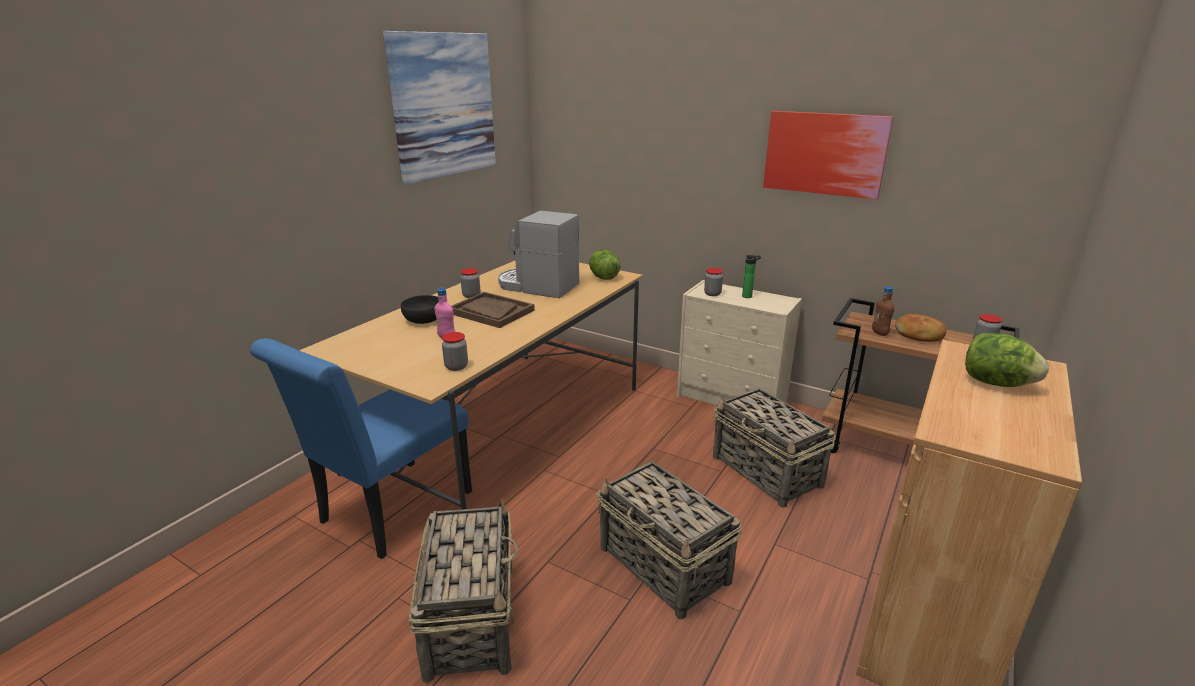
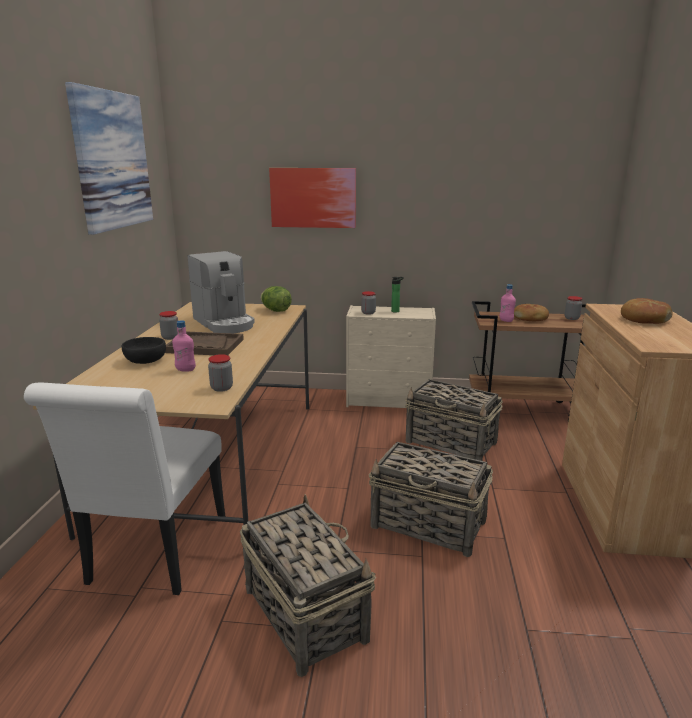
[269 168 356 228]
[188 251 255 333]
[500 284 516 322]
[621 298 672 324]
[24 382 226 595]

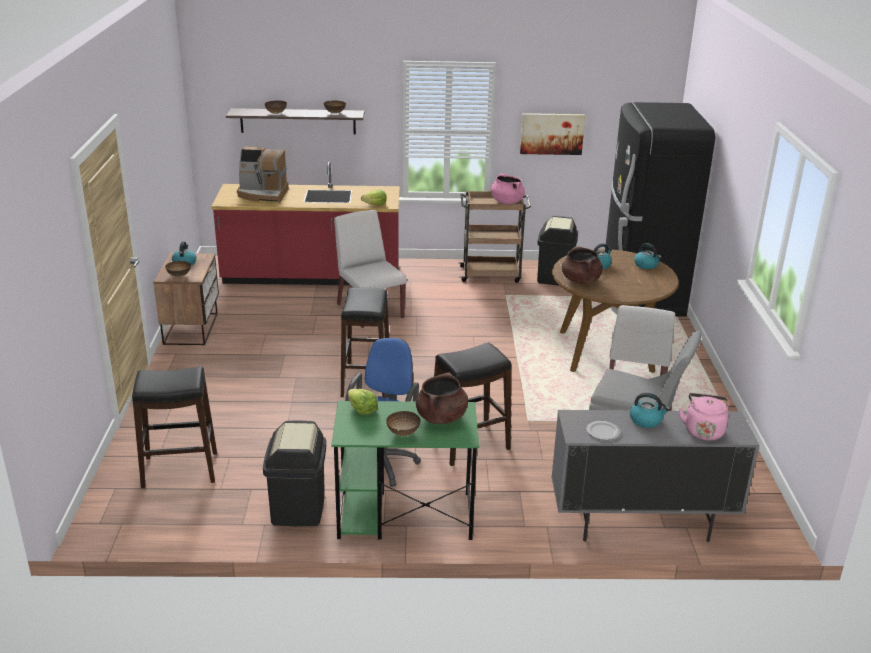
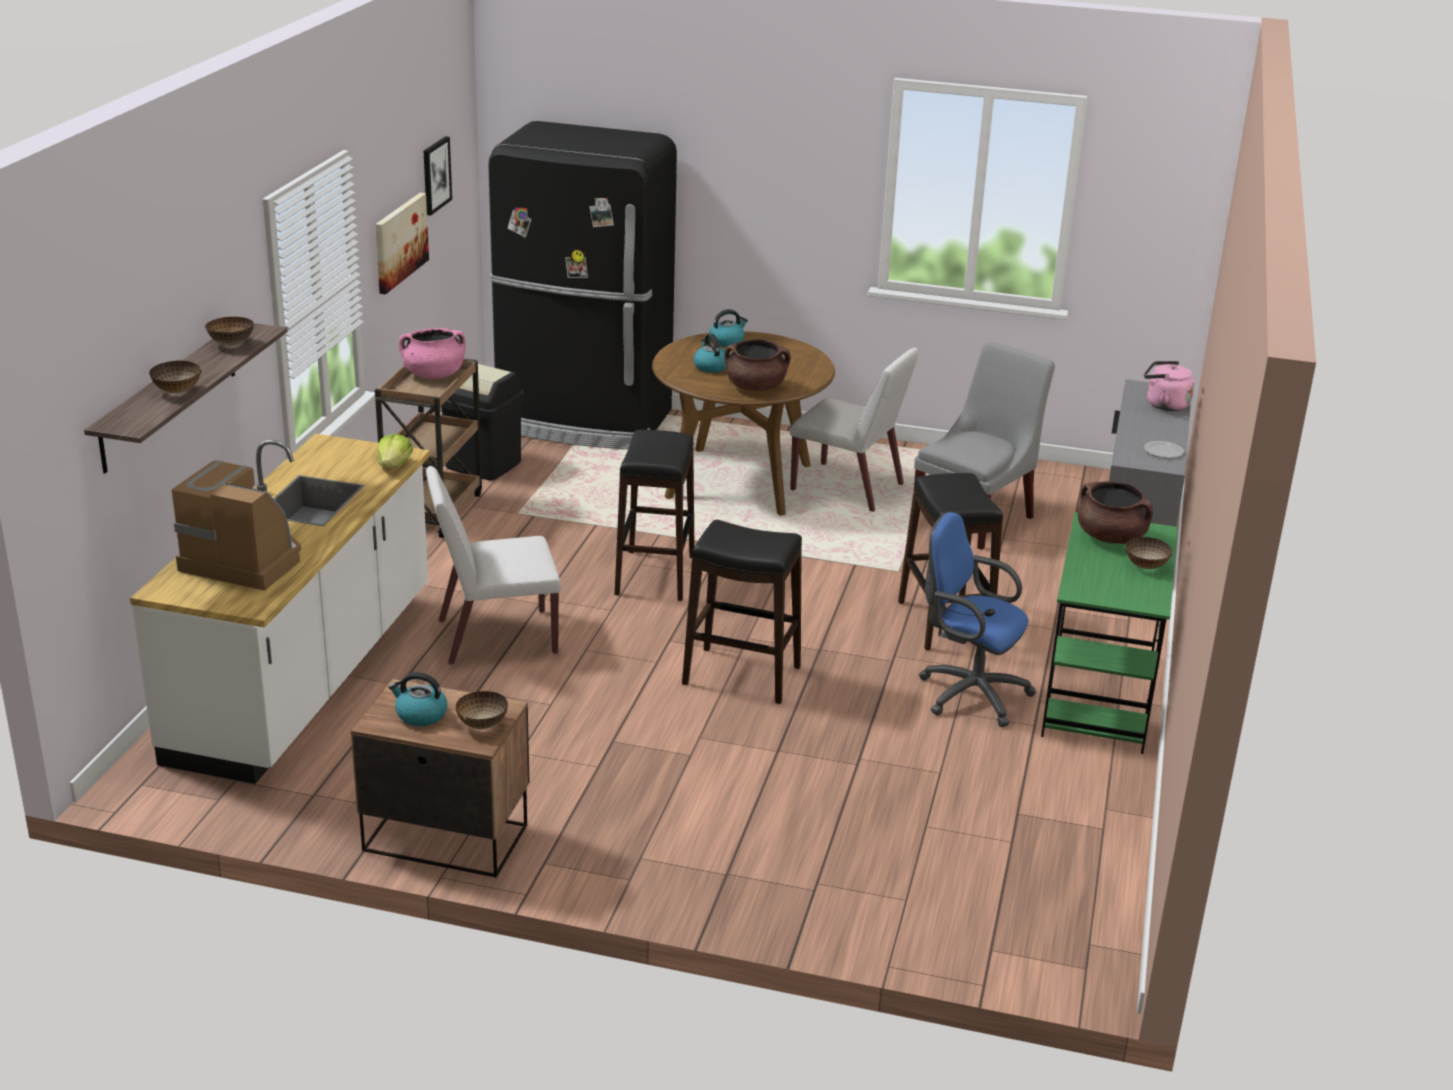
[172 460 301 591]
[130 434 430 784]
[615 430 695 601]
[348 389 378 415] (first image)
[630 393 670 428] (first image)
[263 420 326 526] (first image)
[424 136 452 215]

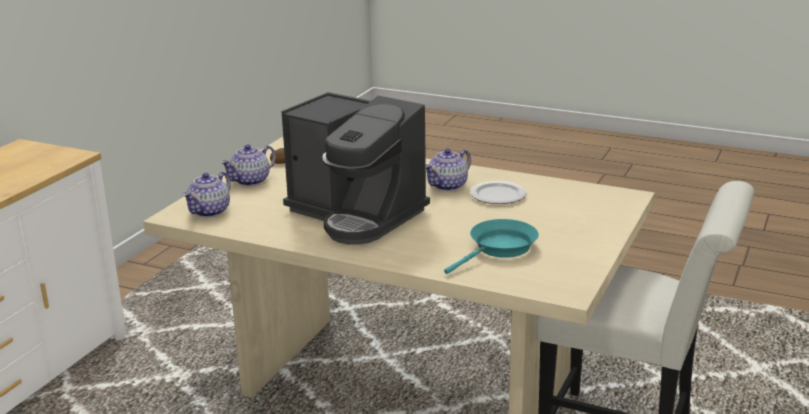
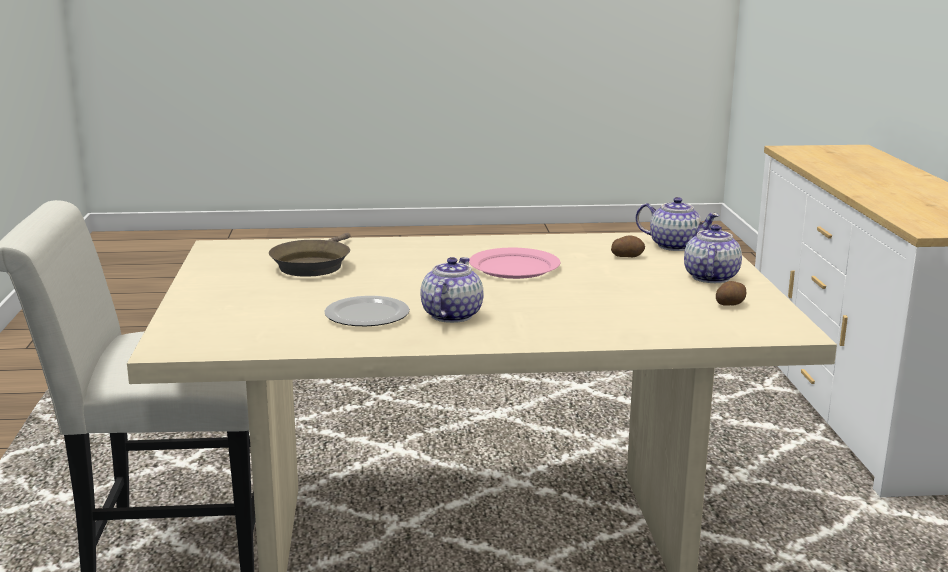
[469 248 561 279]
[636 197 720 251]
[269 233 351 277]
[611 236 645 257]

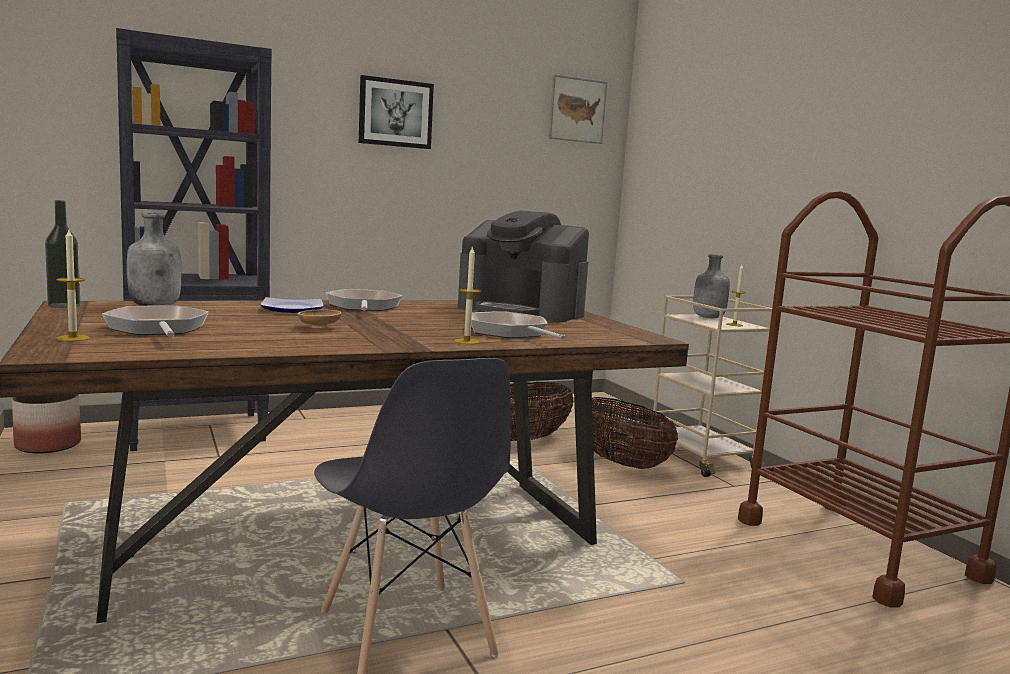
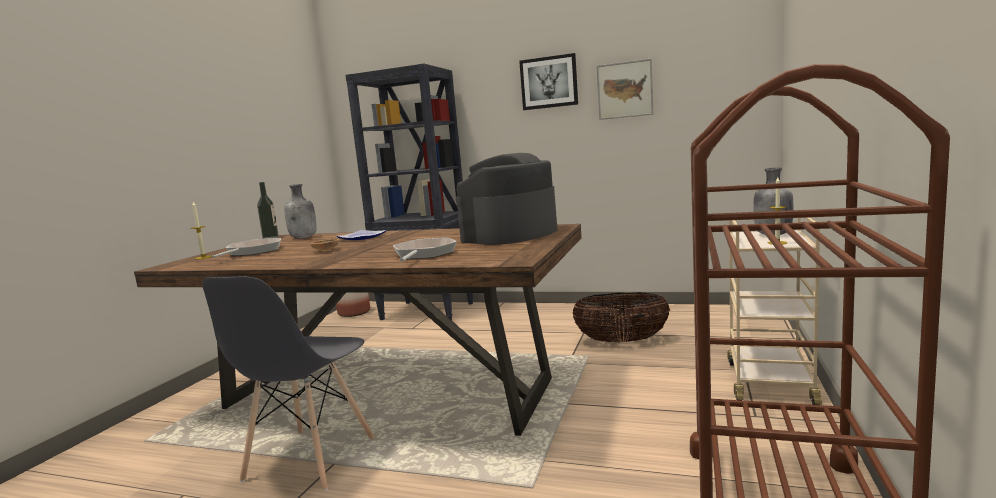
[596 59 653 120]
[456 153 558 245]
[454 246 481 344] (first image)
[326 289 403 311] (first image)
[592 397 678 469] (first image)

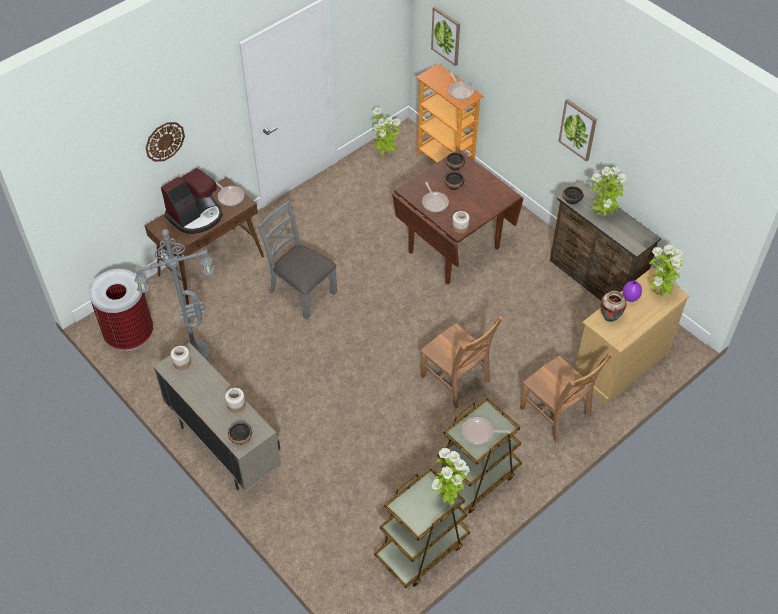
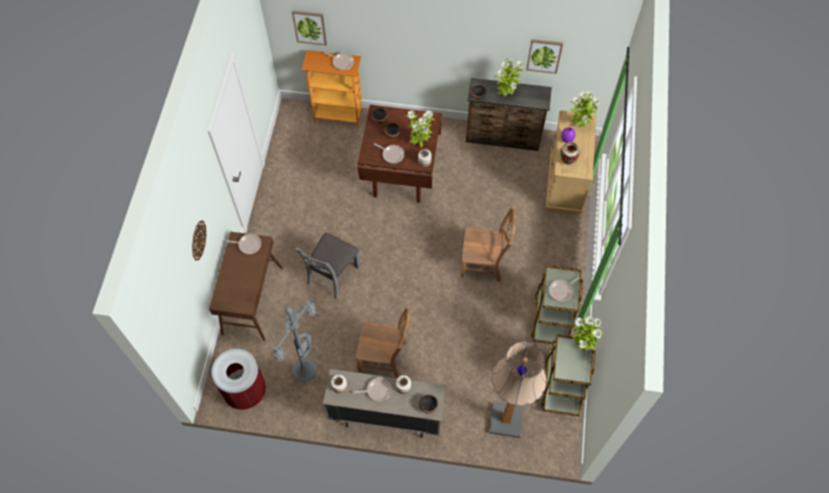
[526 39 563 74]
[405 110 435 148]
[161 168 223 234] (first image)
[295 233 360 299]
[356 306 410 378]
[489 341 546 438]
[353 377 392 402]

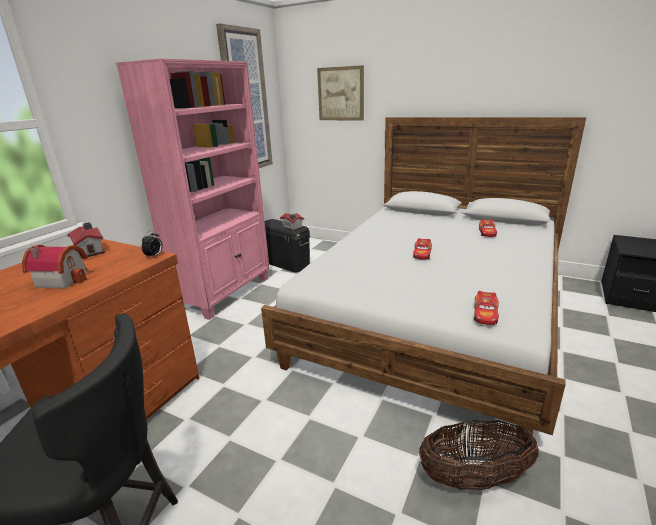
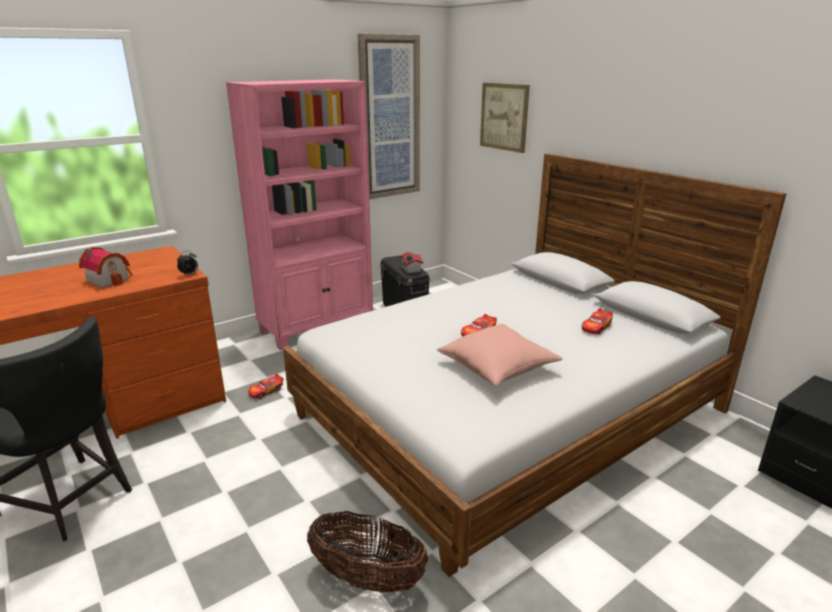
[67 222 105 257] (first image)
[248 374 284 399]
[437 324 562 387]

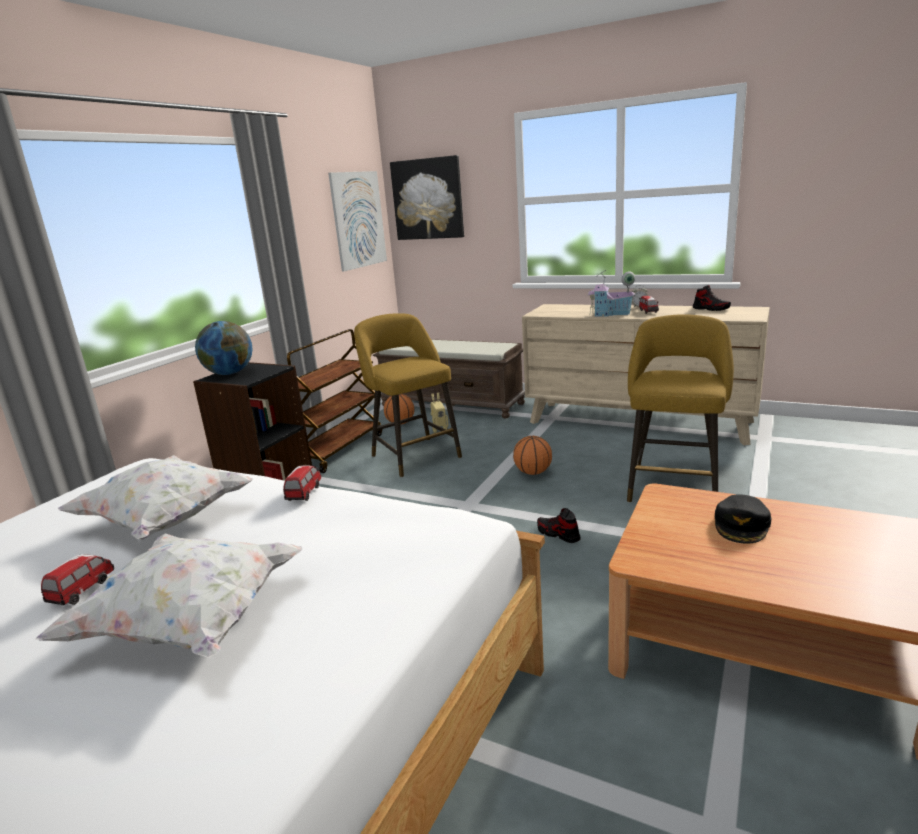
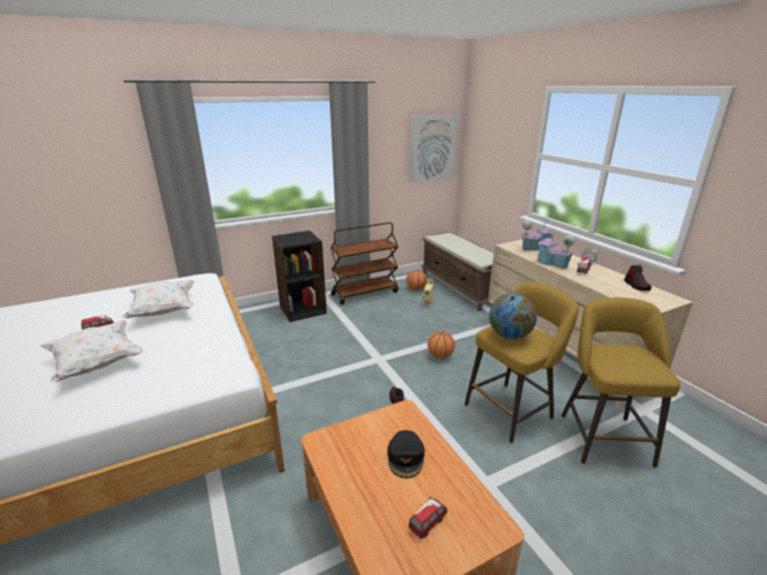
[390 155 464 240] (first image)
[561 297 681 468]
[489 293 537 339]
[408 497 448 539]
[387 430 425 478]
[520 217 555 251]

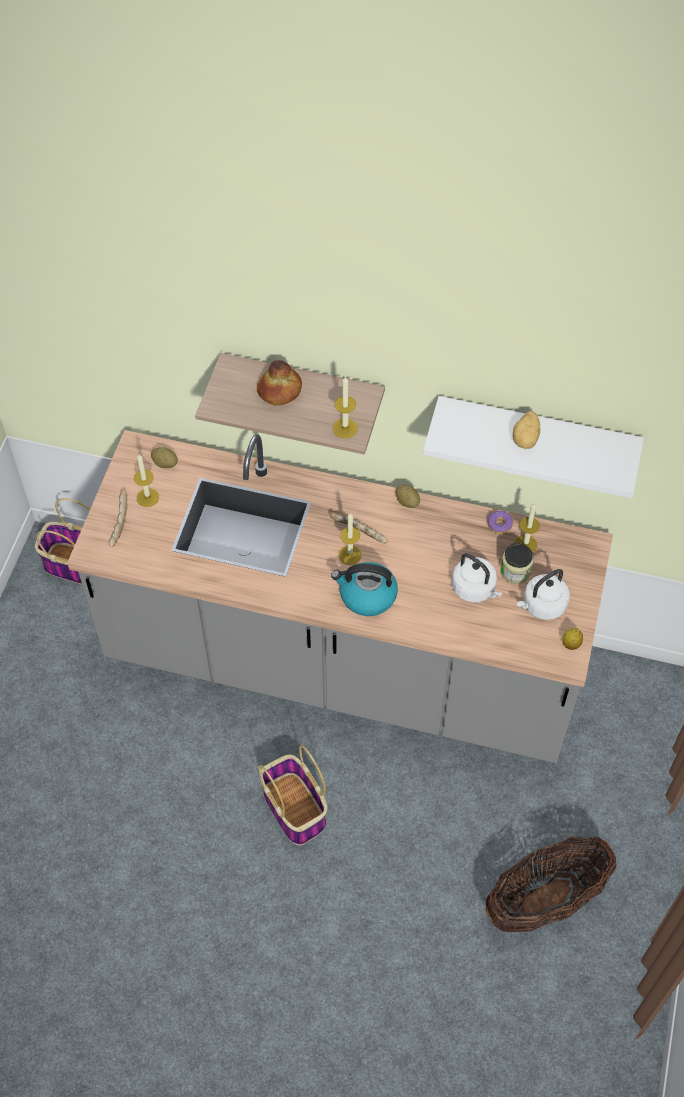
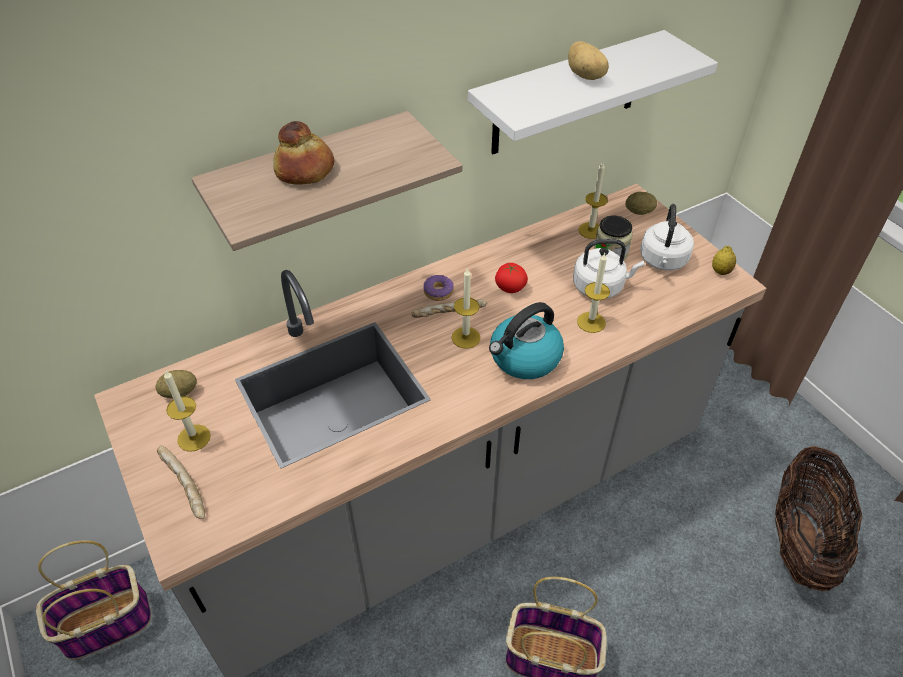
[577 252 610 333]
[625 192 657 215]
[423 275 453 301]
[495 263 528 293]

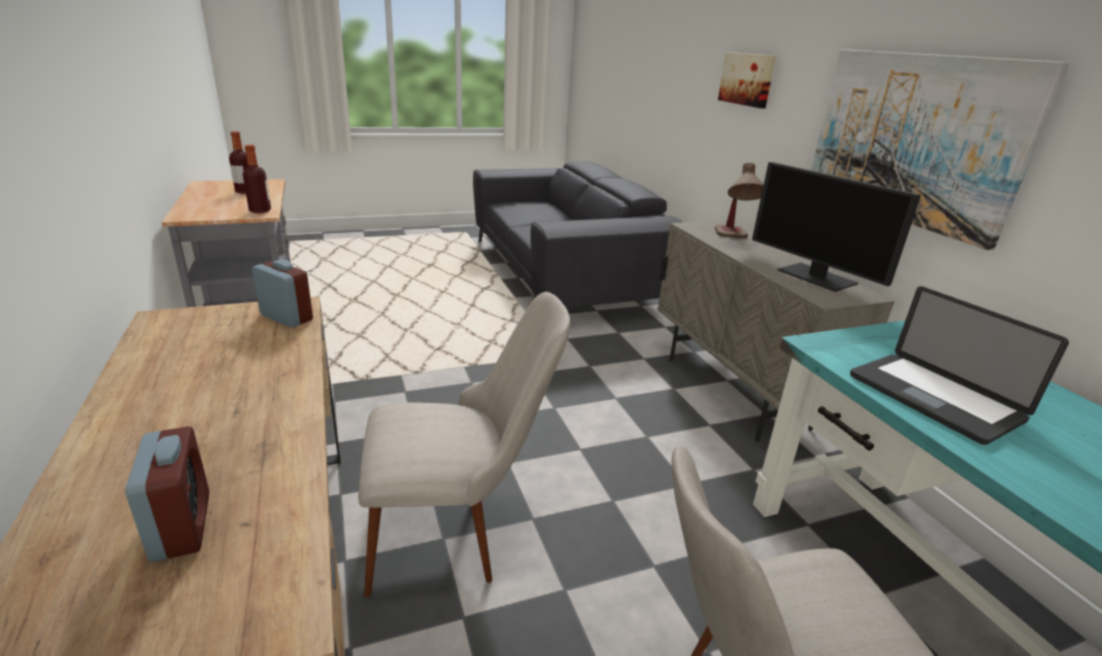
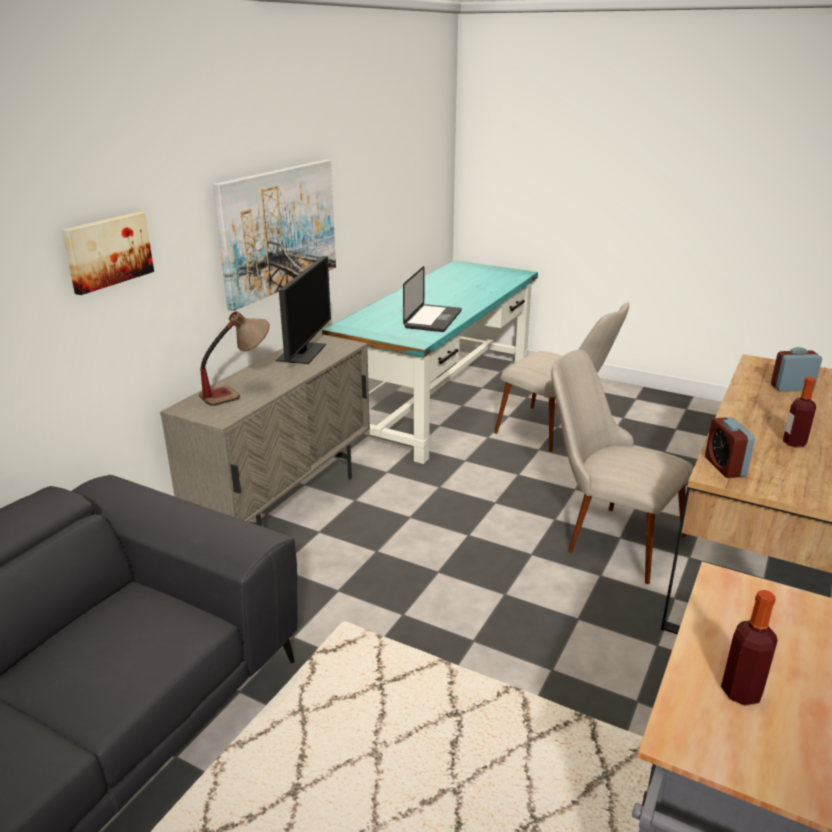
[783 377 816 447]
[771 347 822 392]

